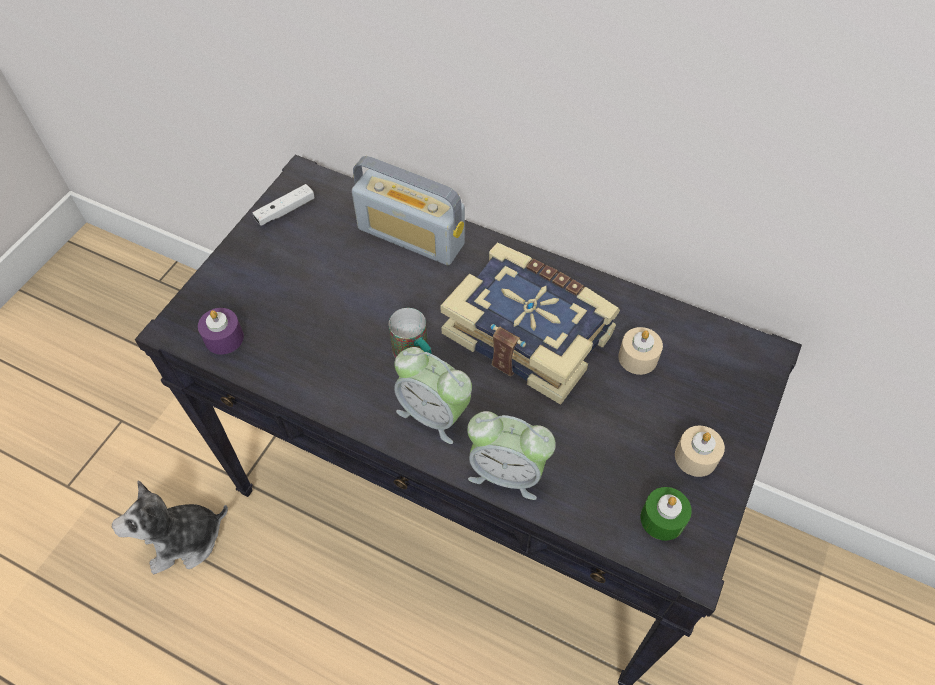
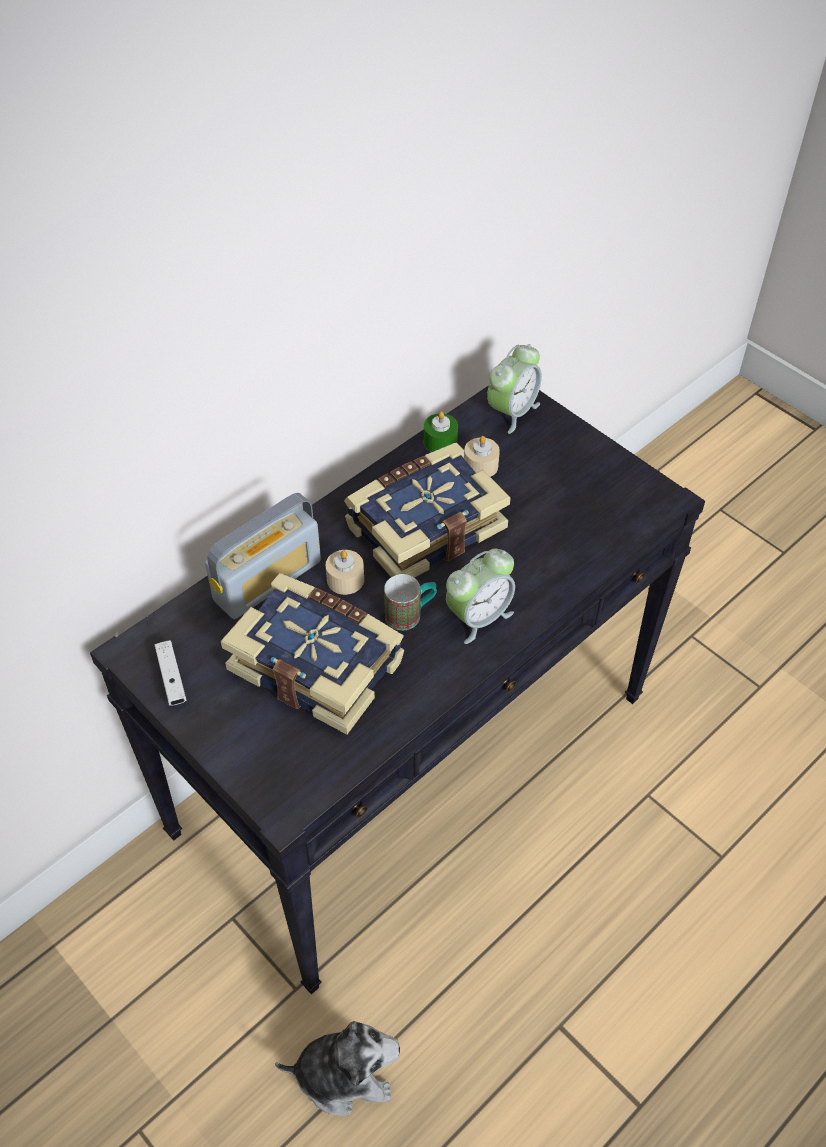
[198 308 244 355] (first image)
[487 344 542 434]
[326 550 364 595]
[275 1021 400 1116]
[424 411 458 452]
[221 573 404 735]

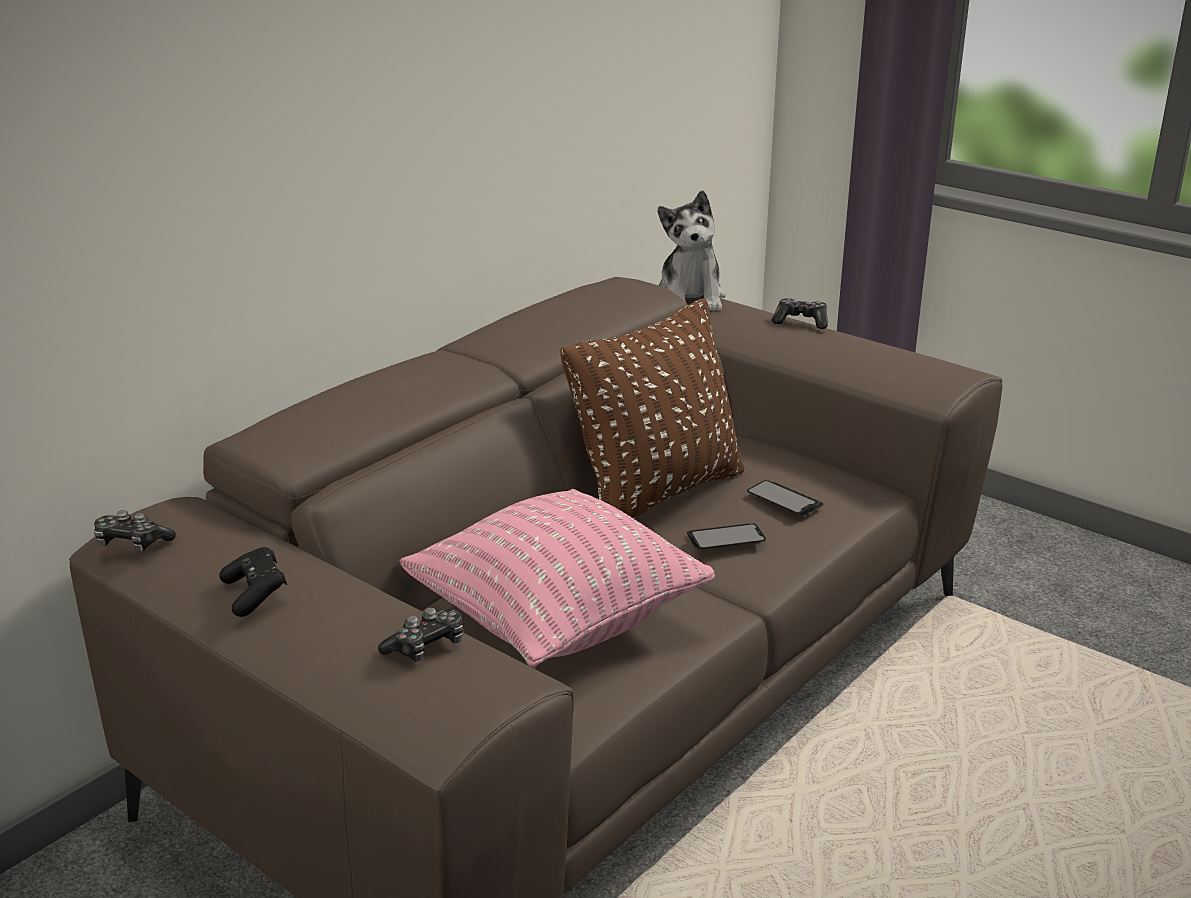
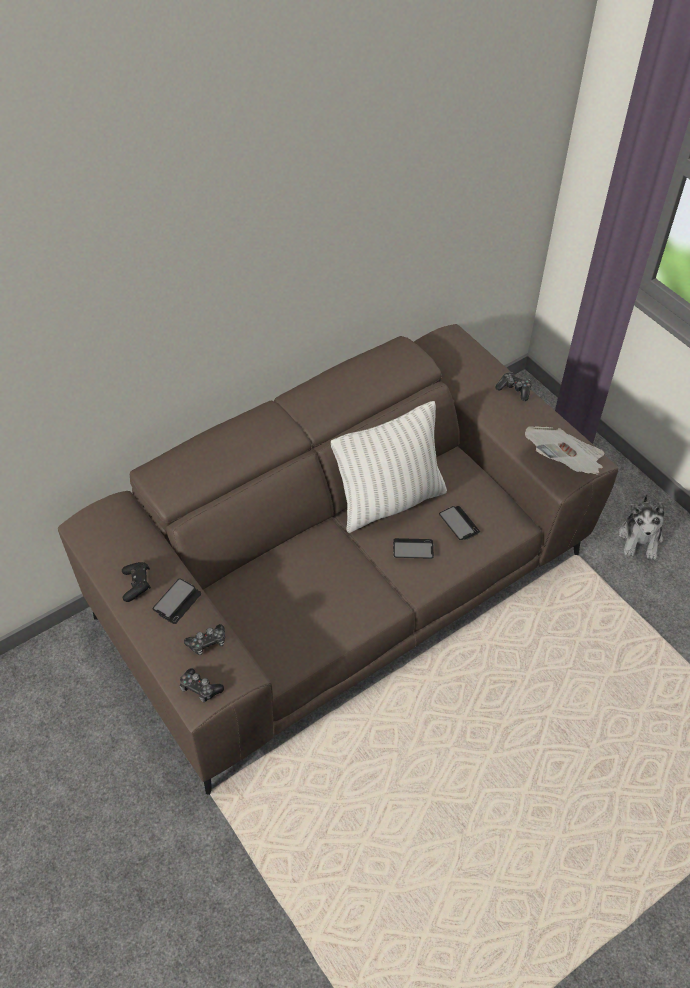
[619 494 664 560]
[331 401 447 533]
[400 489 715 667] (first image)
[180 668 224 702]
[525 426 605 475]
[152 579 201 624]

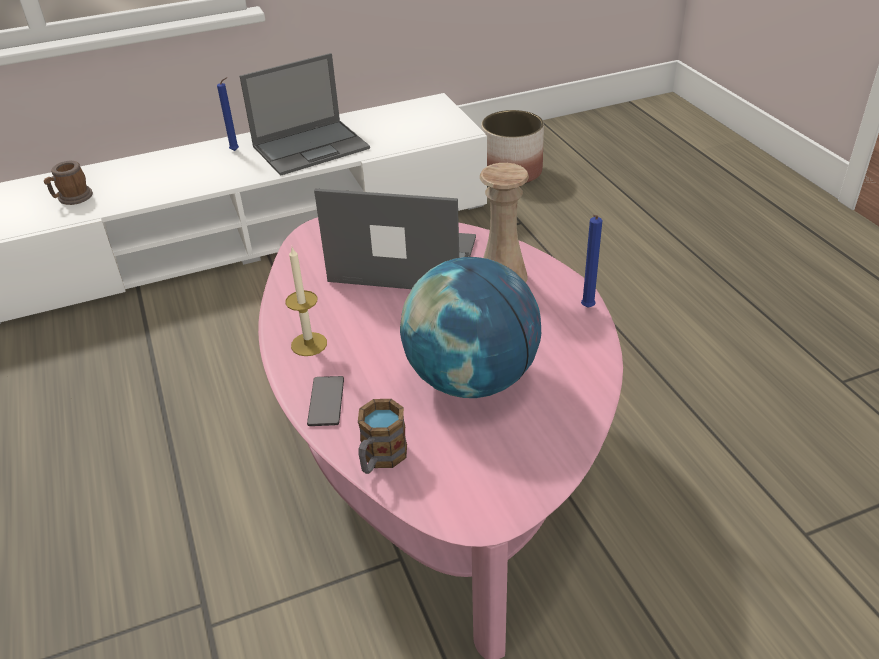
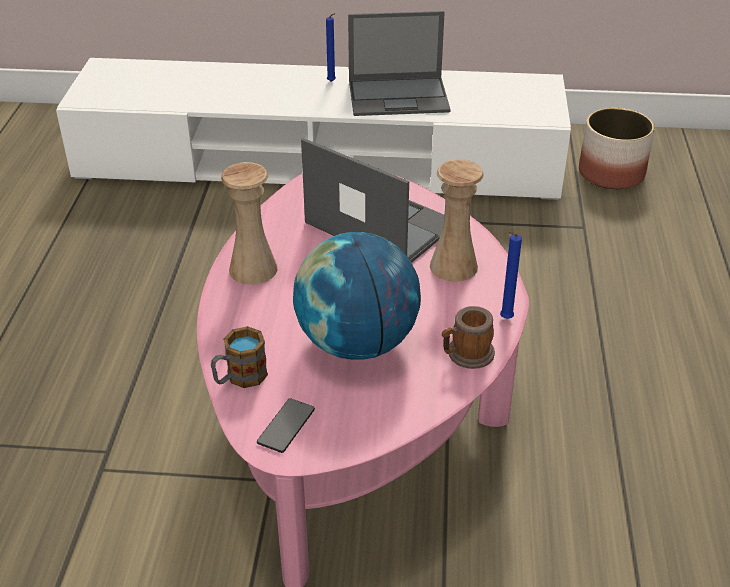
[442 306 495 369]
[221 162 278 285]
[257 398 315 453]

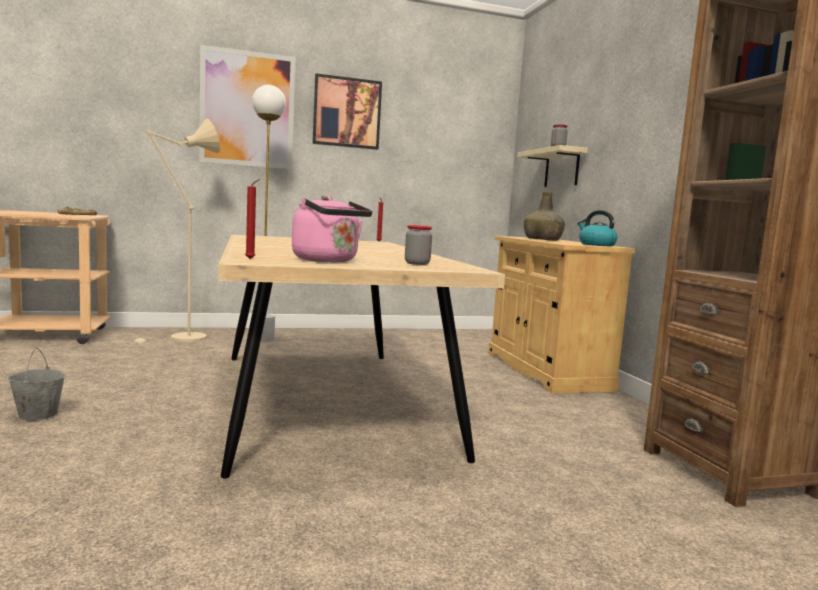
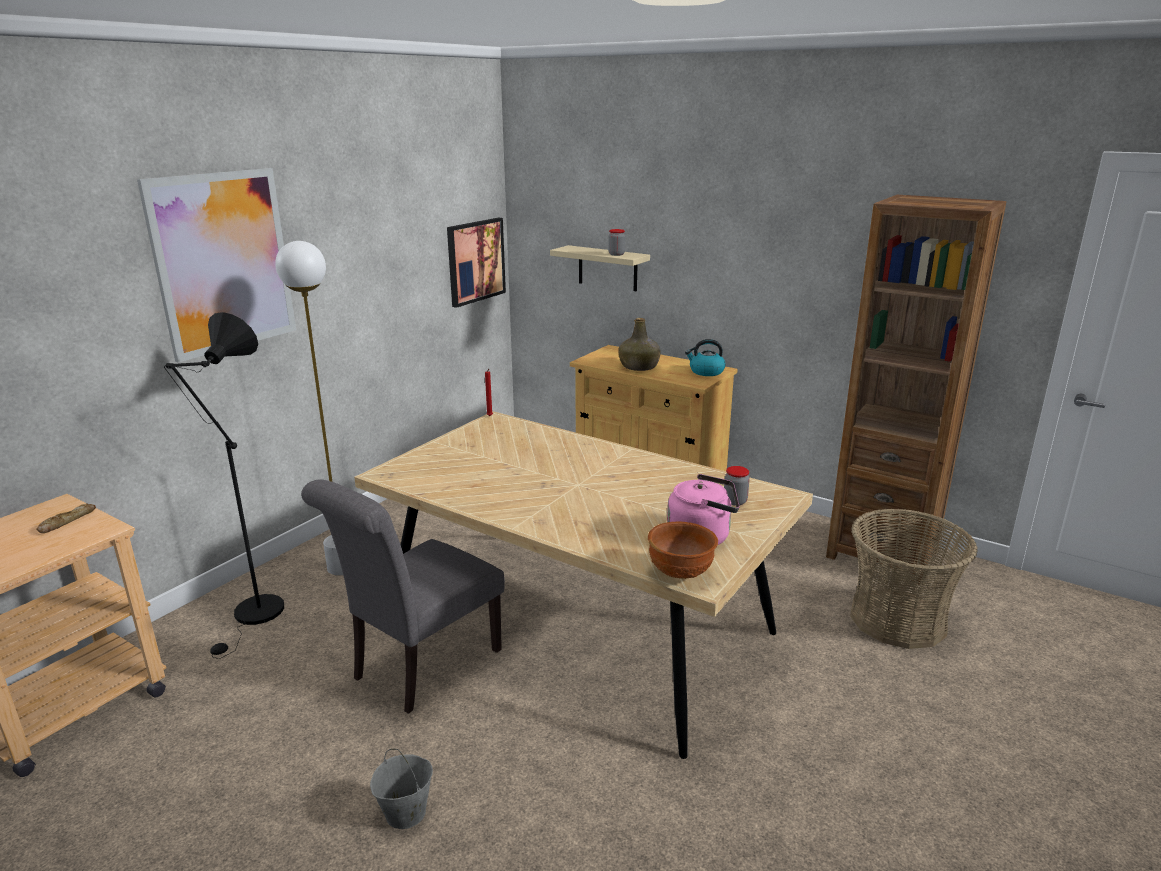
[447 218 506 308]
[164 312 284 659]
[648 521 718 579]
[301 479 505 714]
[850 508 978 649]

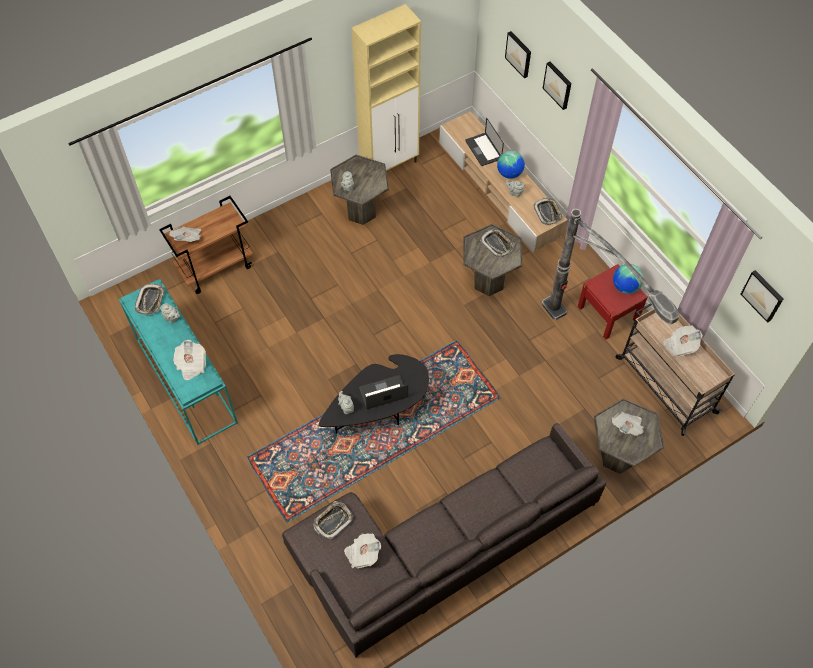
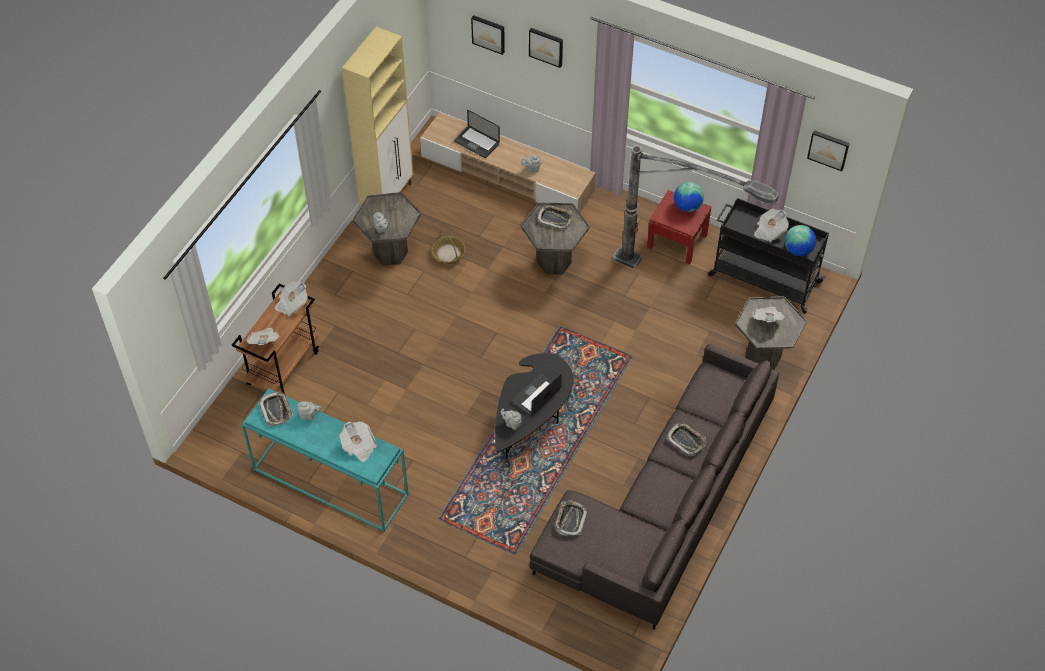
[785 225 816 256]
[667 423 706 456]
[708 198 829 314]
[275 281 308 317]
[431 231 466 264]

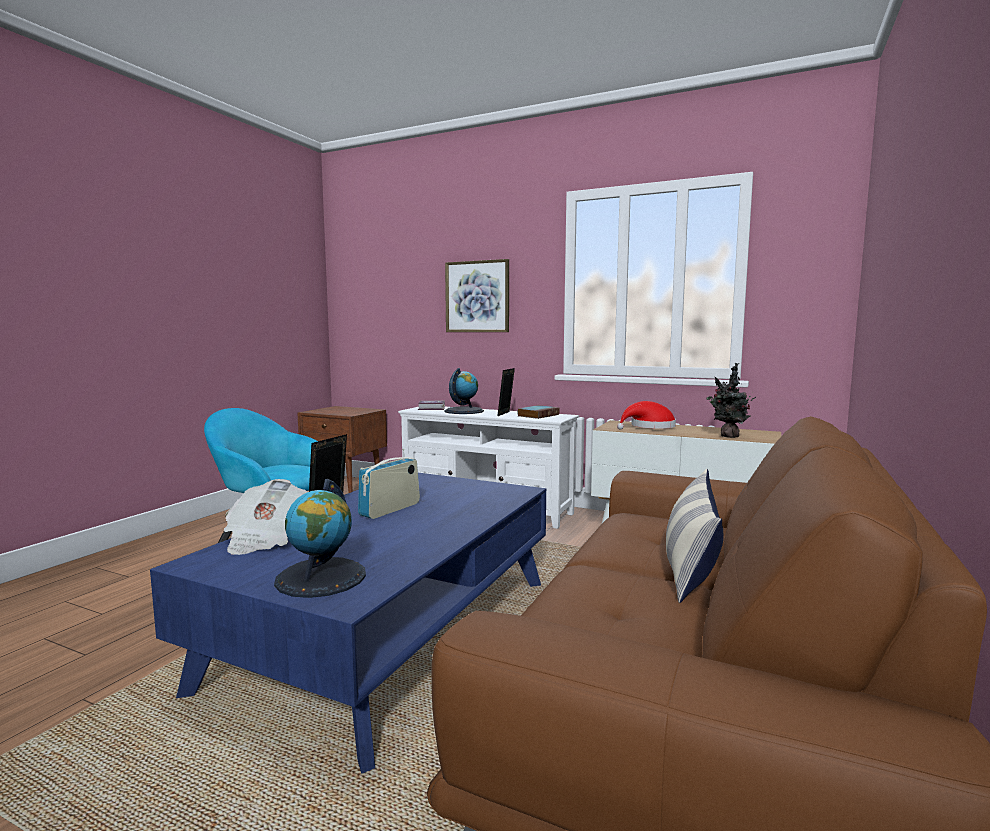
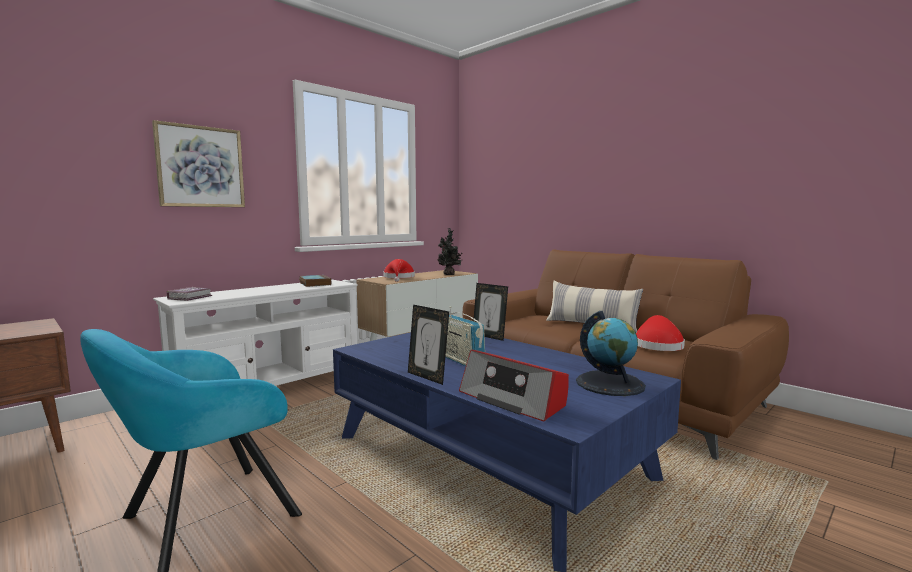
[444 368 484 414] (first image)
[473 283 508 341]
[459 350 569 422]
[636 315 685 351]

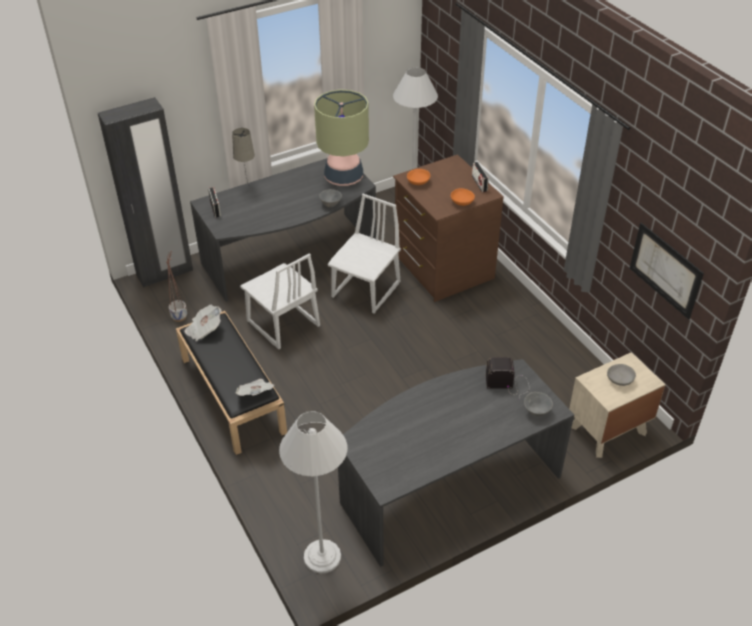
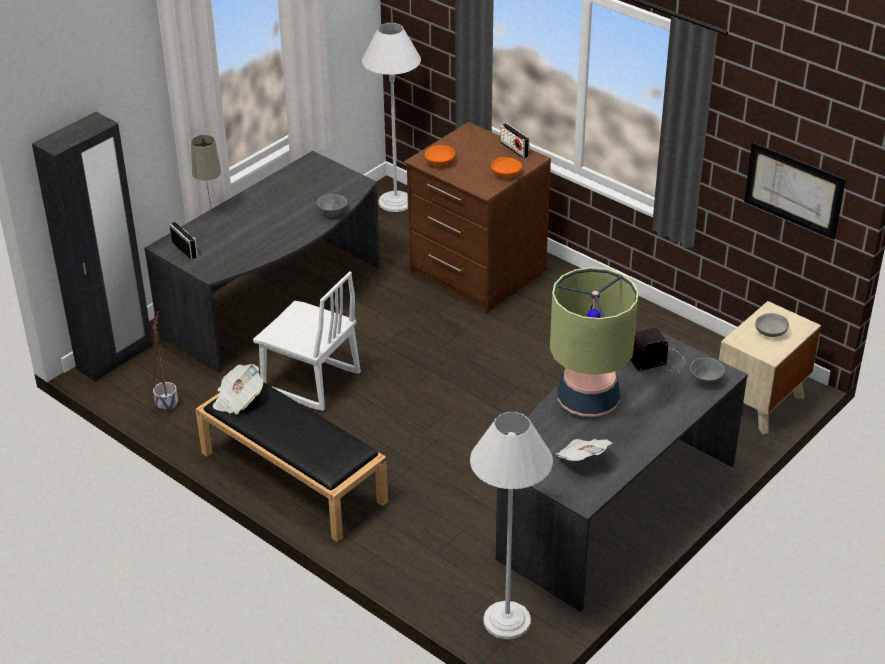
[550 267 638 417]
[328 194 401 314] (first image)
[555 439 612 461]

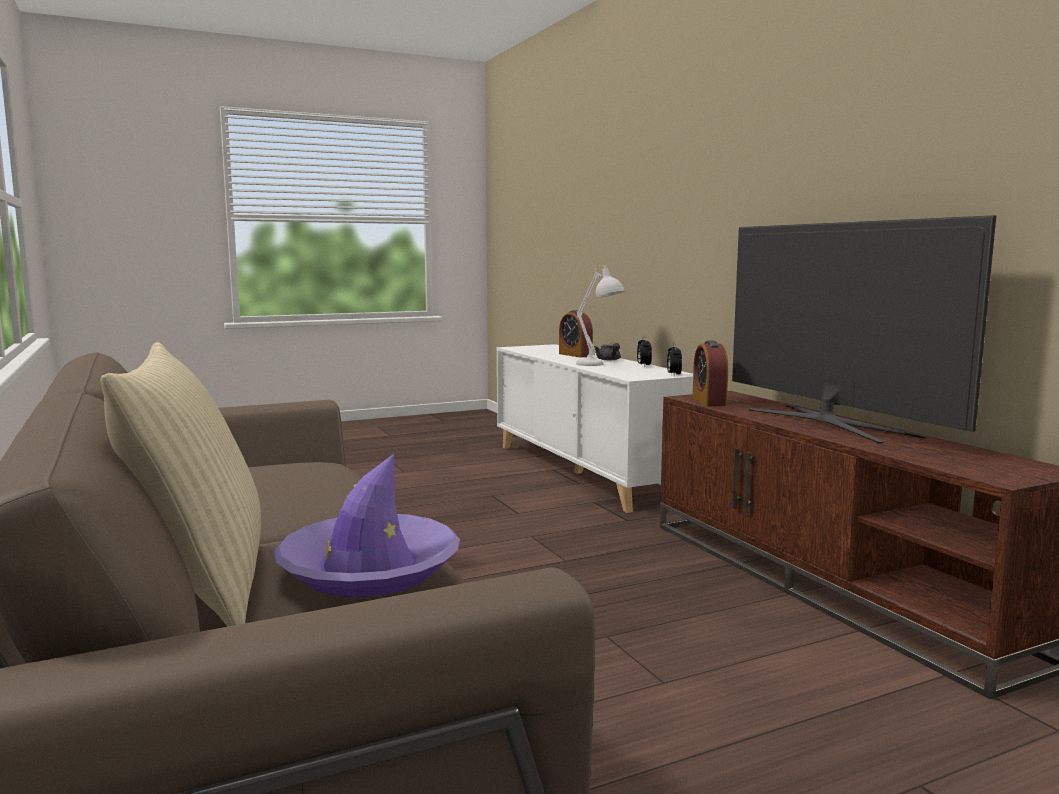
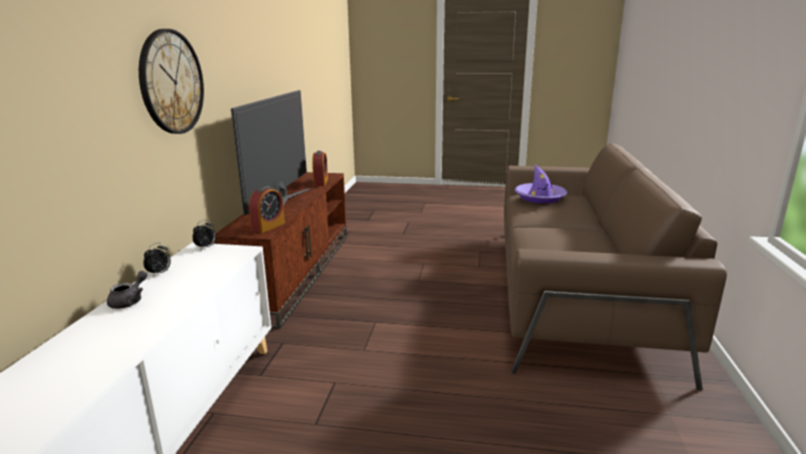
[576 265 624 366] (first image)
[312 151 328 186]
[100 342 261 627] (first image)
[139 29 204 134]

